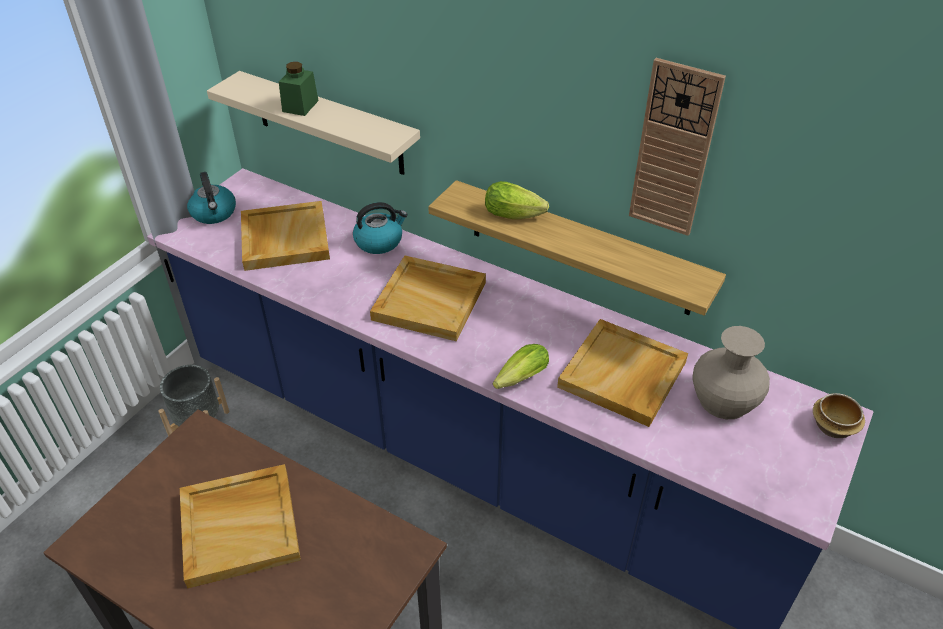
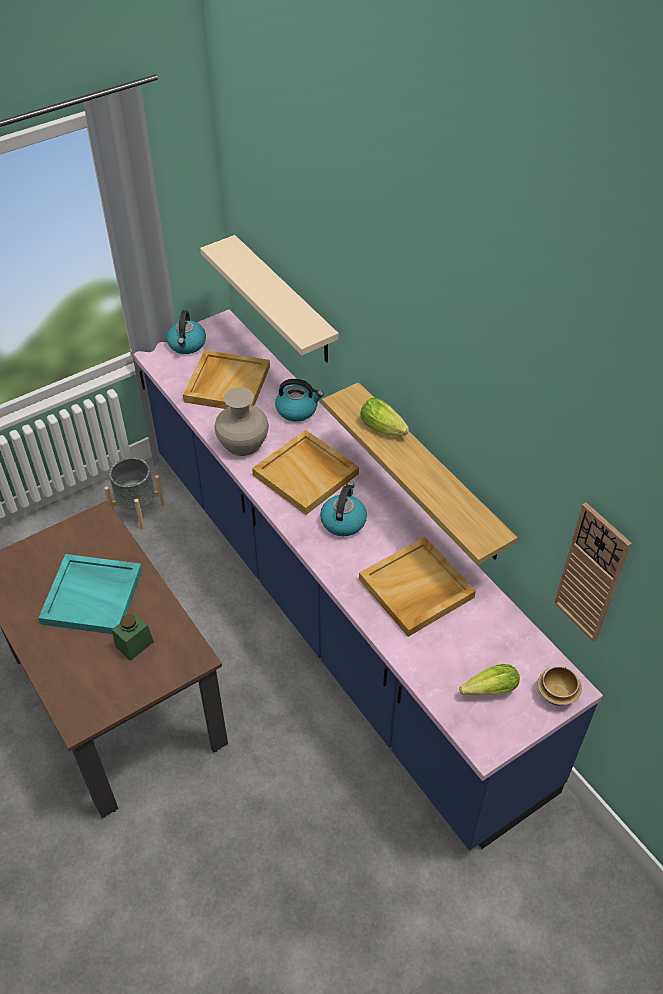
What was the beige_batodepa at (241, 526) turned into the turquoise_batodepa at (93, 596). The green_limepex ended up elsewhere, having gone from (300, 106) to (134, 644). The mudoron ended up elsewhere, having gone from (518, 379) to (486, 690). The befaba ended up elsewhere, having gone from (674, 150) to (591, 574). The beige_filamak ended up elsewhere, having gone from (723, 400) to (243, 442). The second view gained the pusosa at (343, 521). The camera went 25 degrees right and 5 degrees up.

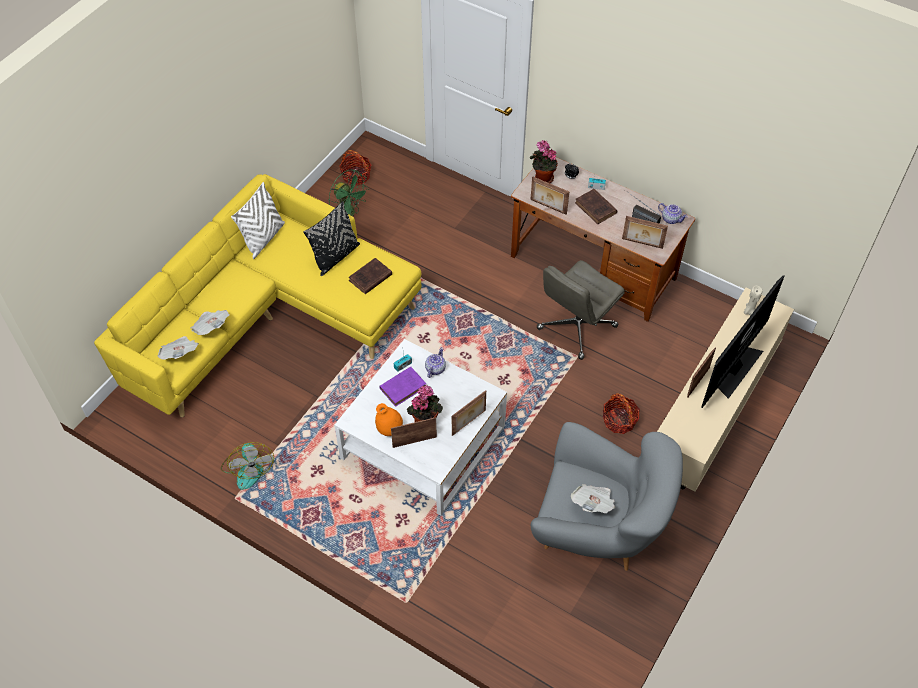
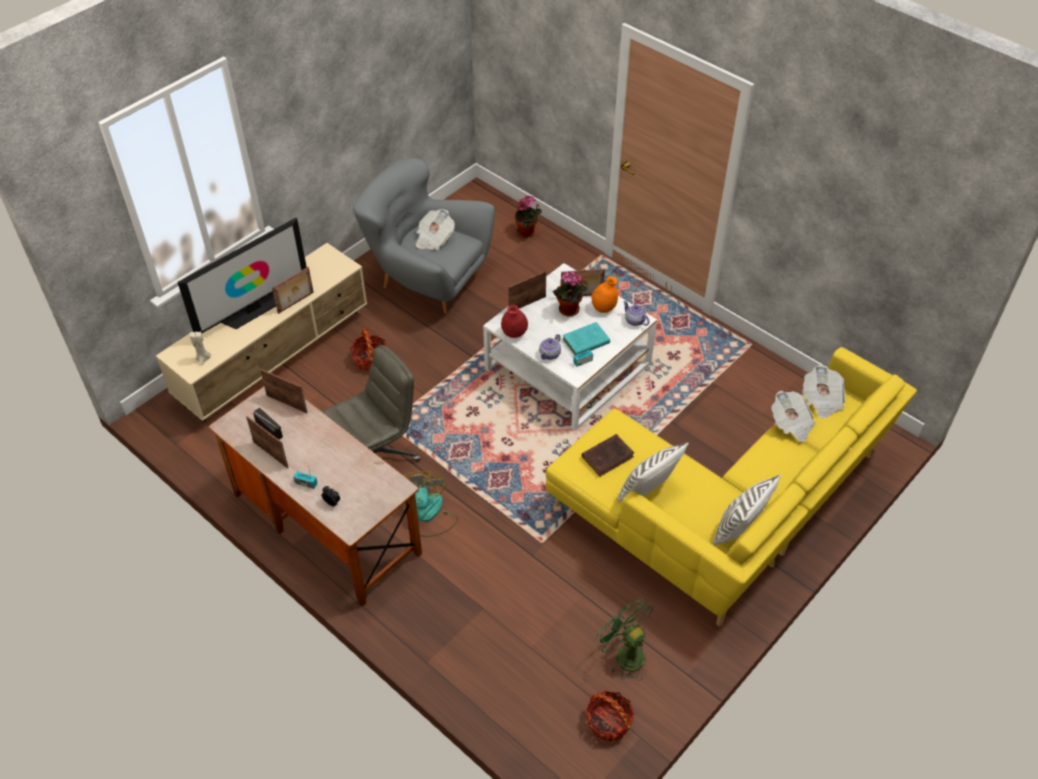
The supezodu ended up elsewhere, having gone from (248, 468) to (428, 515). What was the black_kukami at (335, 257) turned into the white_kukami at (648, 490). What was the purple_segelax at (404, 387) turned into the turquoise_segelax at (584, 342). The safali ended up elsewhere, having gone from (542, 178) to (527, 233). The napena ended up elsewhere, having gone from (548, 207) to (271, 454). The second view lost the brown_segelax at (596, 209). The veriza ended up elsewhere, having gone from (670, 219) to (635, 321). The second view gained the red_filamak at (514, 333). The camera went 170 degrees left and 5 degrees down.

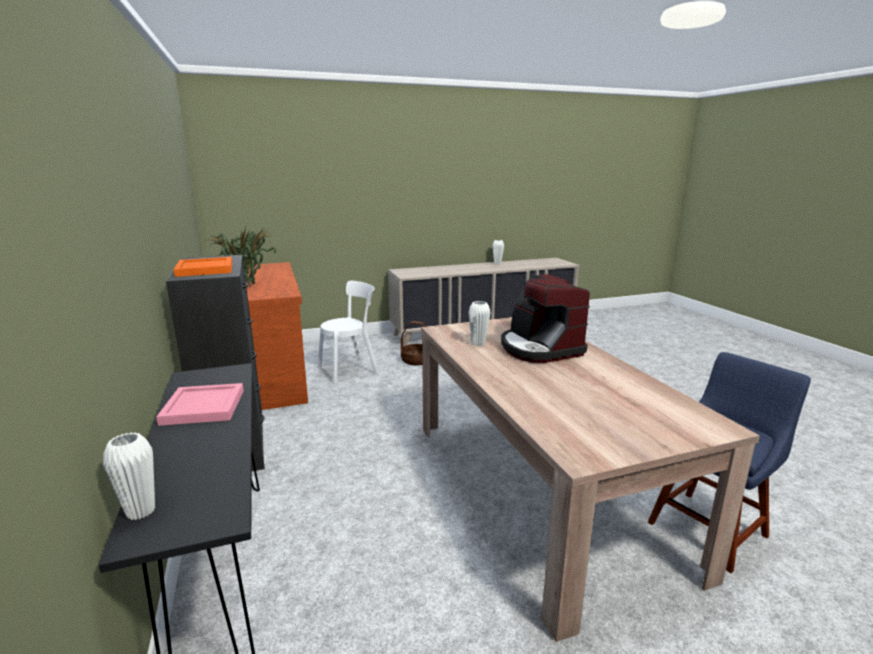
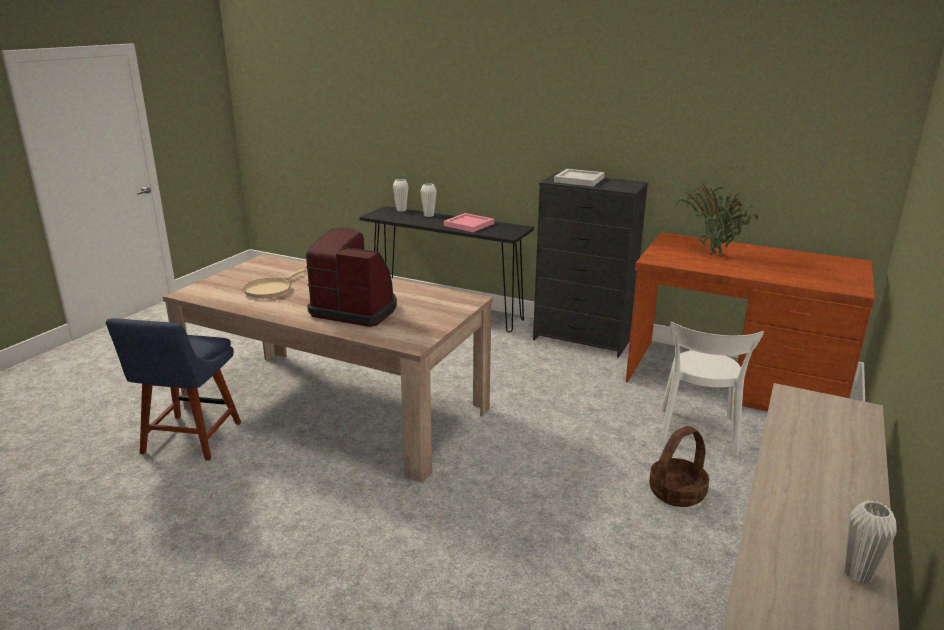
What was the orange_batodepa at (204, 270) turned into the white_batodepa at (578, 179). The white_filamak ended up elsewhere, having gone from (478, 343) to (429, 215). The second view gained the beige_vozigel at (270, 290). The camera went 135 degrees right and 5 degrees up.

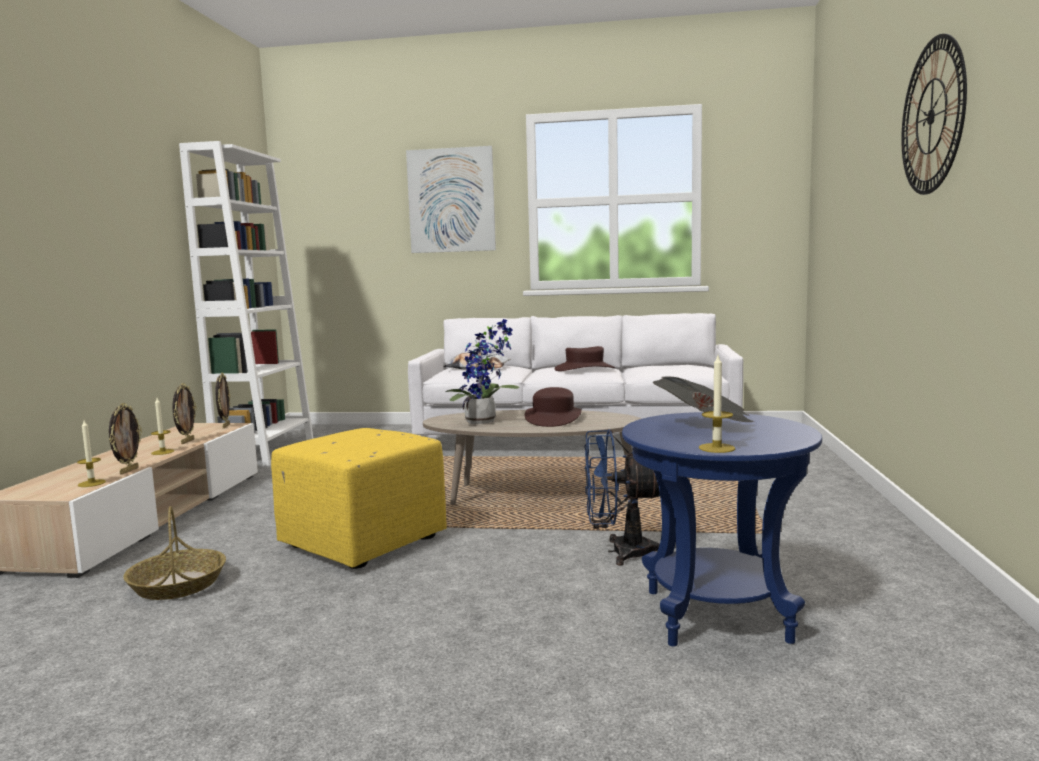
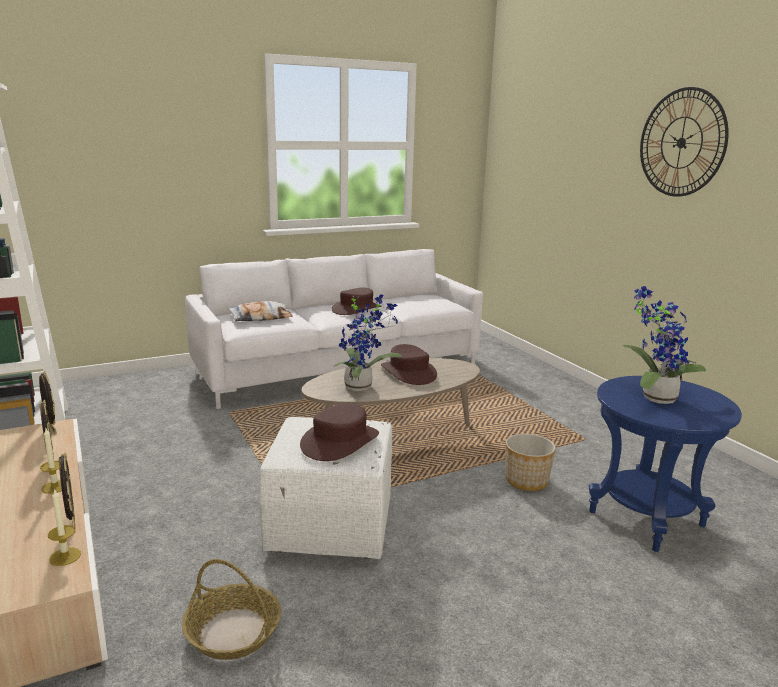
What was the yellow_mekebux at (362, 543) turned into the white_mekebux at (331, 528). The second view lost the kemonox at (451, 200). Where the blue_supezodu stood at (620, 552), the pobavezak came to stand at (527, 481). Where the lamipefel stood at (706, 427), the safali came to stand at (654, 397). The second view lost the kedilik at (716, 448). The second view gained the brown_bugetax at (340, 441). The camera went 35 degrees left and 10 degrees up.

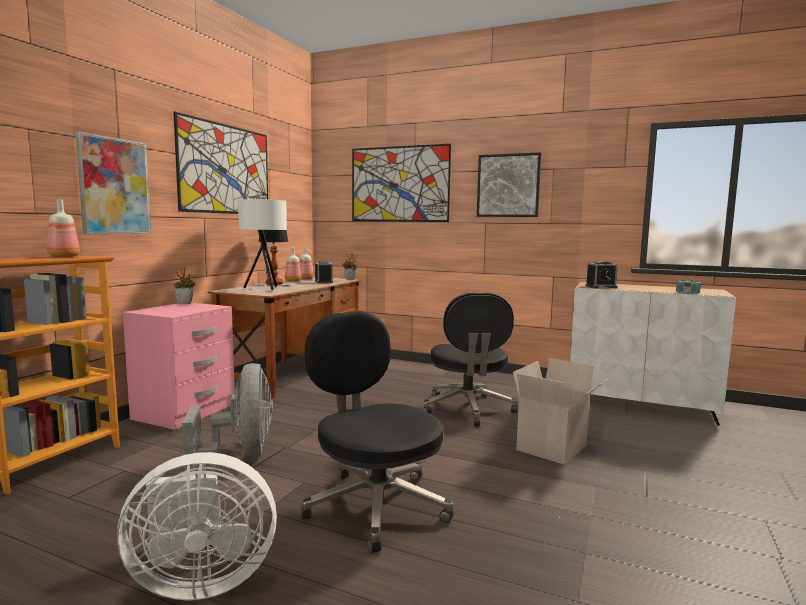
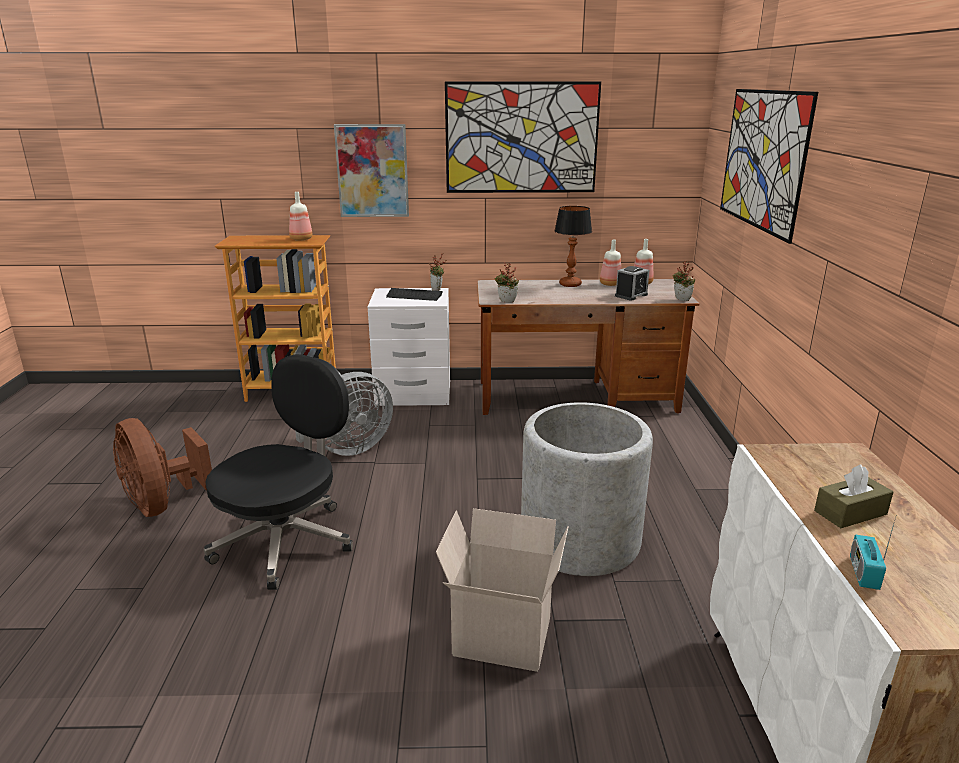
What was the white_supezodu at (200, 581) turned into the brown_supezodu at (162, 504). What was the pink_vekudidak at (185, 412) turned into the white_vekudidak at (413, 394). The second view lost the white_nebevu at (266, 288). Where the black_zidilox stood at (468, 409), the grey_pobavezak came to stand at (579, 539). The second view lost the kemonox at (508, 185). The second view lost the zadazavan at (601, 287). The second view gained the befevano at (414, 296). The second view gained the safali at (506, 302). The second view gained the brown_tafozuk at (850, 512). The camera went 65 degrees right and 15 degrees up.

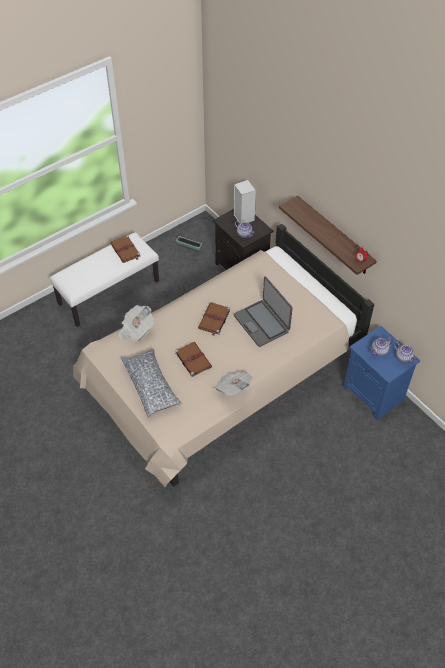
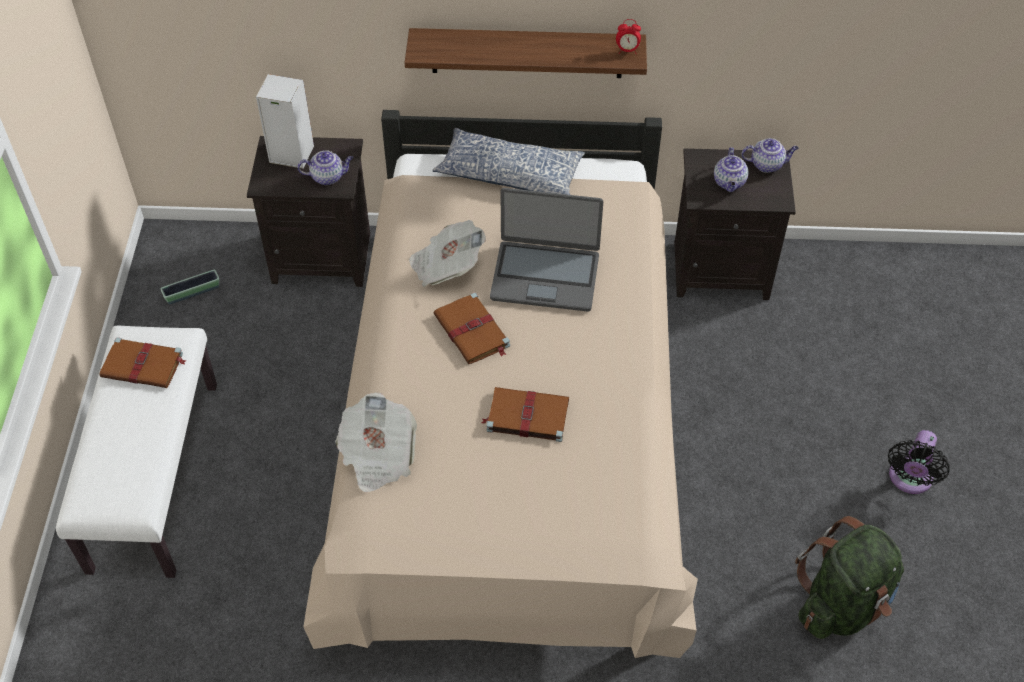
The kukami ended up elsewhere, having gone from (151, 386) to (509, 173). The lamipefel ended up elsewhere, having gone from (232, 388) to (446, 266). What was the blue_vekudidak at (374, 393) turned into the black_vekudidak at (722, 269). The second view gained the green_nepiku at (842, 603). The second view gained the black_supezodu at (909, 479). The camera went 50 degrees left and 0 degrees up.

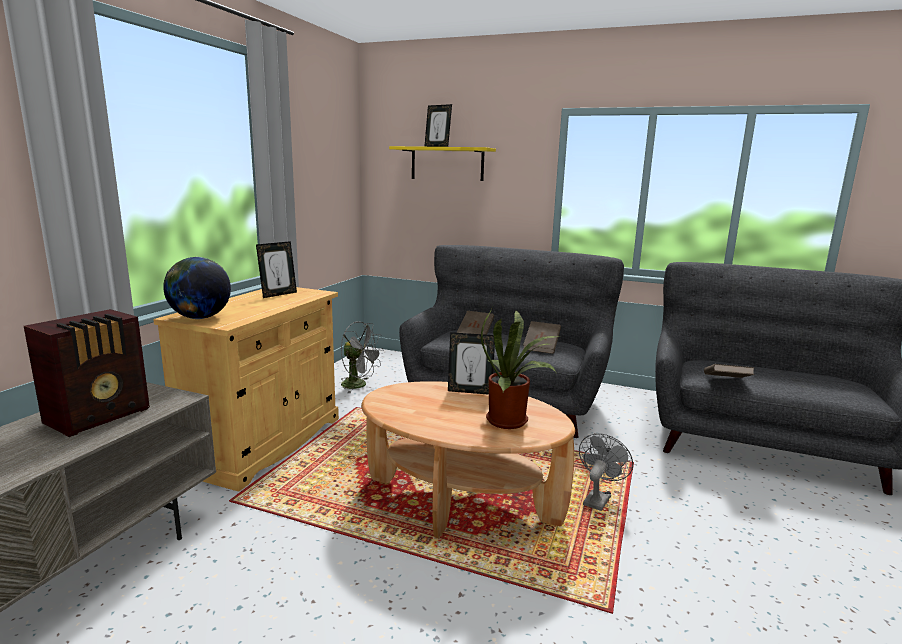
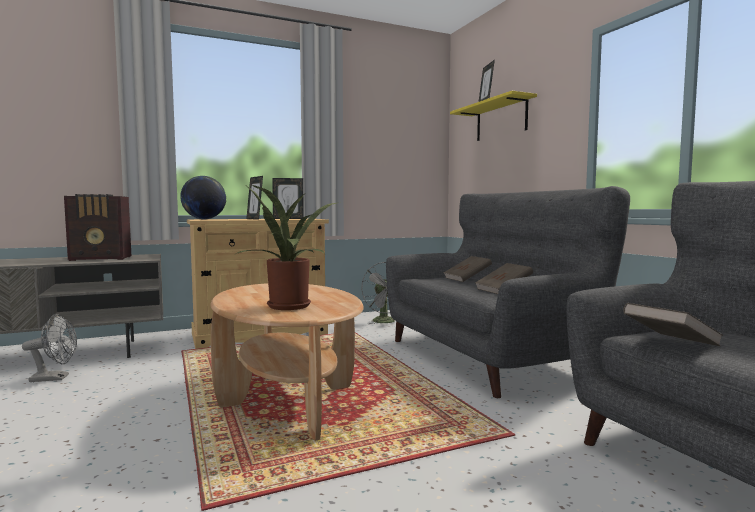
The napena ended up elsewhere, having gone from (470, 391) to (255, 219). The grey_supezodu ended up elsewhere, having gone from (598, 498) to (55, 378). The camera went 45 degrees right and 10 degrees down.

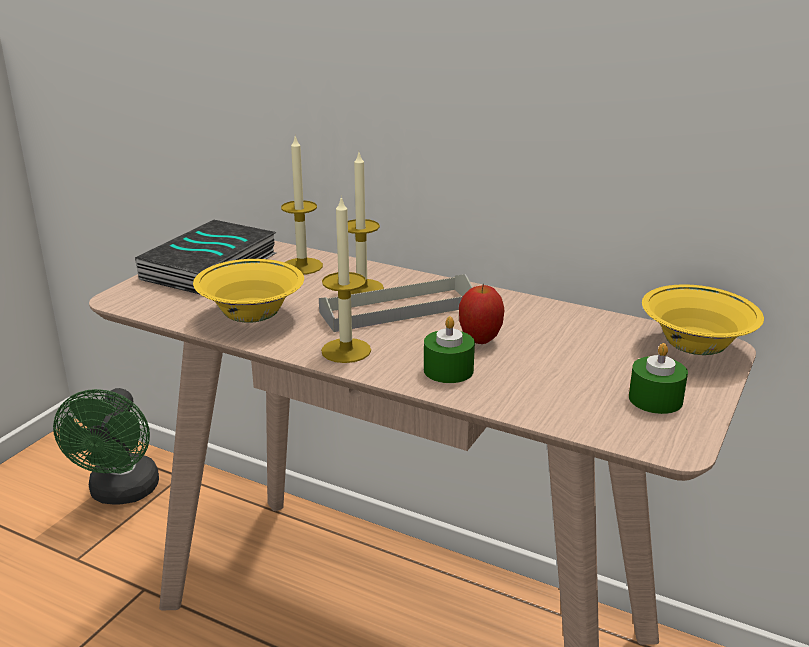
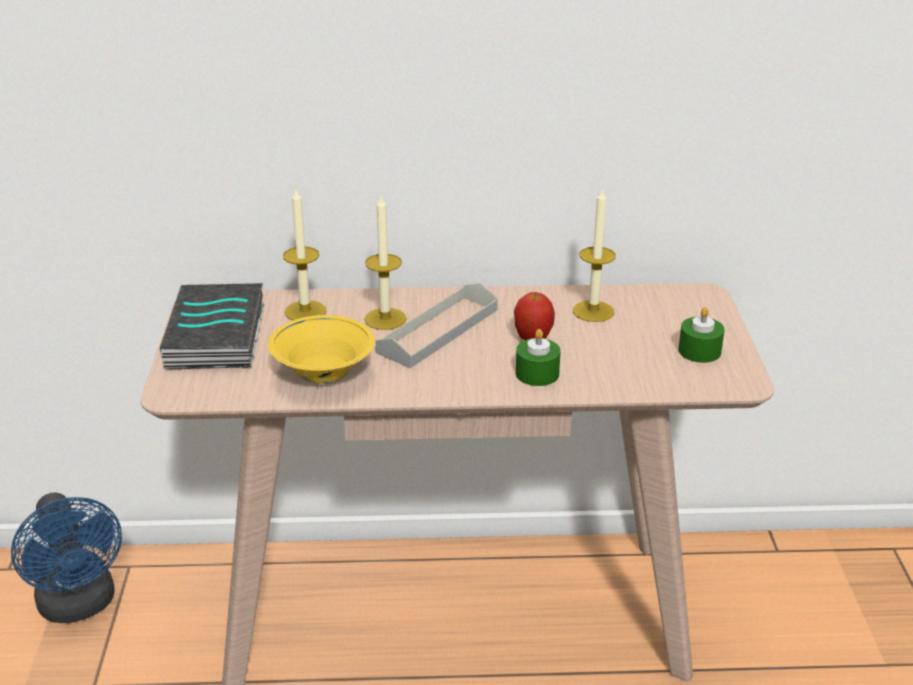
What was the green_supezodu at (122, 493) turned into the blue_supezodu at (80, 606). The kedilik ended up elsewhere, having gone from (346, 350) to (593, 311). The second view lost the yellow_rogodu at (694, 349). The camera went 30 degrees left and 5 degrees up.

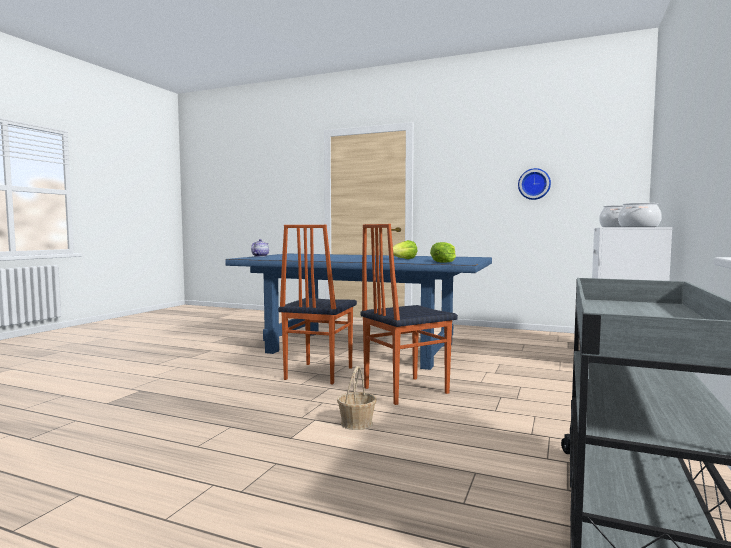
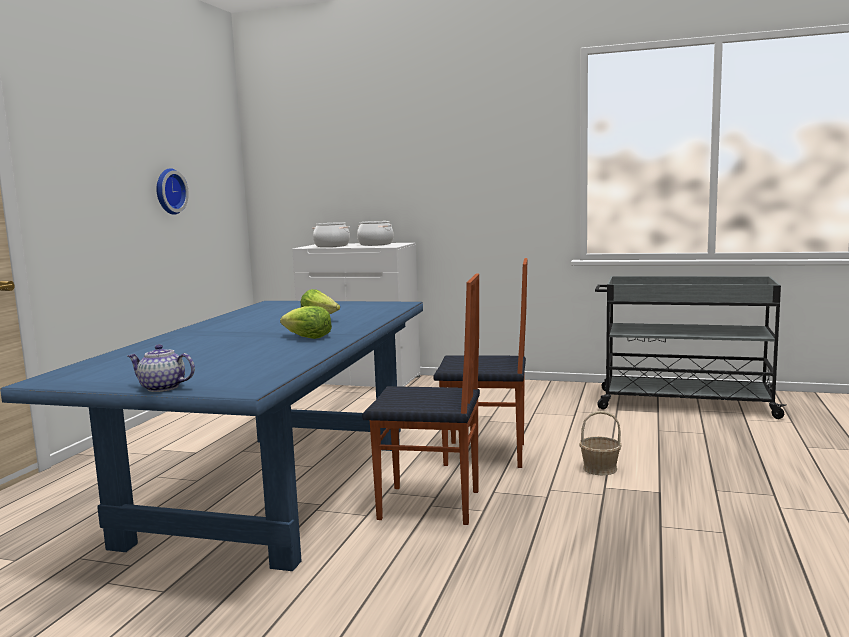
The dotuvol at (404, 390) ended up facing another way, 45 degrees counterclockwise from before. The mudoron ended up elsewhere, having gone from (443, 262) to (307, 337). The camera went 95 degrees left and 5 degrees up.

